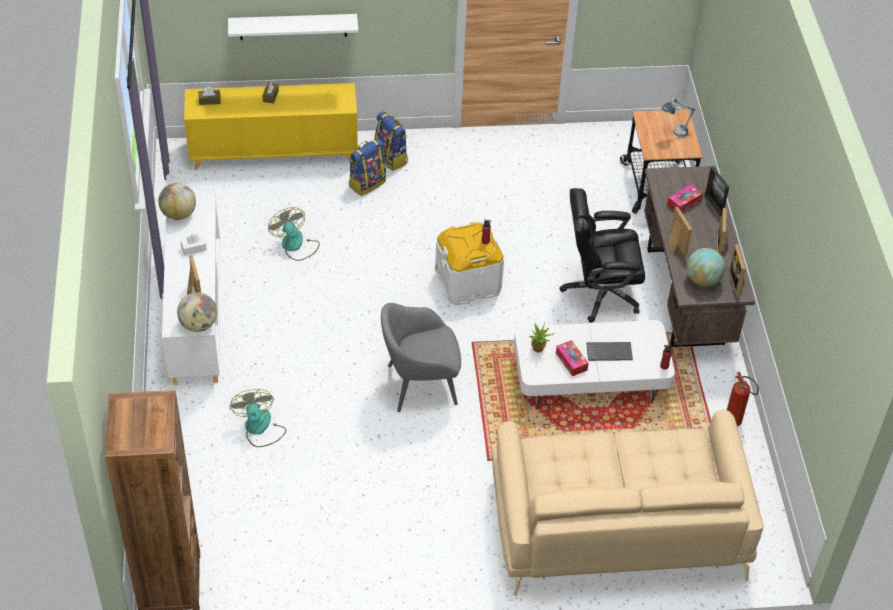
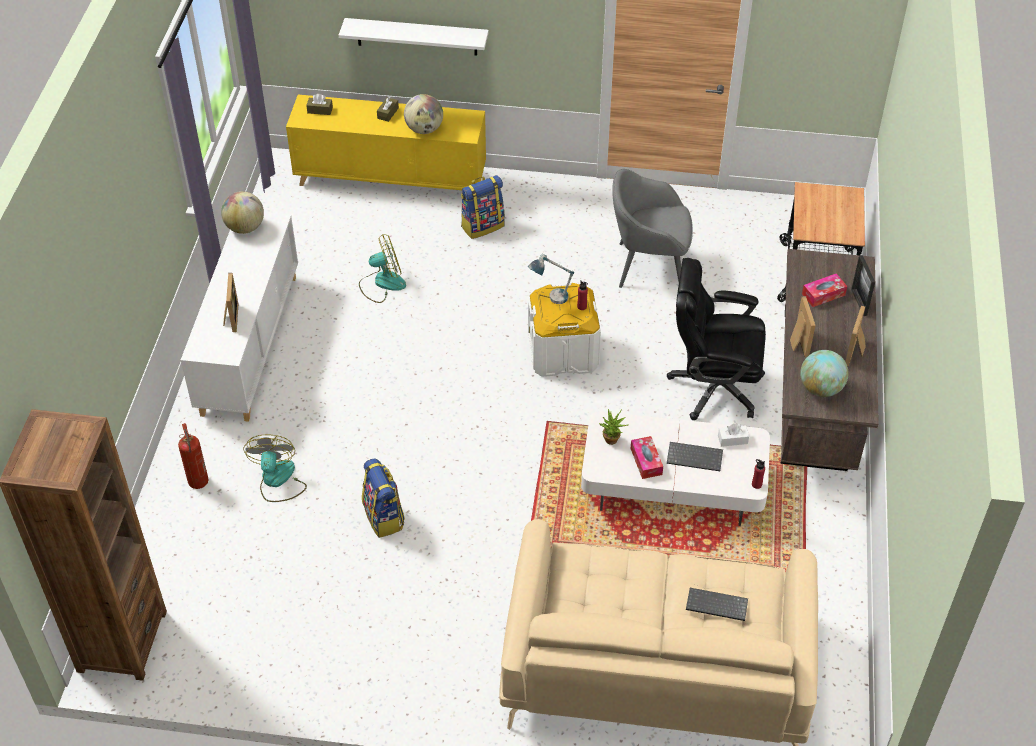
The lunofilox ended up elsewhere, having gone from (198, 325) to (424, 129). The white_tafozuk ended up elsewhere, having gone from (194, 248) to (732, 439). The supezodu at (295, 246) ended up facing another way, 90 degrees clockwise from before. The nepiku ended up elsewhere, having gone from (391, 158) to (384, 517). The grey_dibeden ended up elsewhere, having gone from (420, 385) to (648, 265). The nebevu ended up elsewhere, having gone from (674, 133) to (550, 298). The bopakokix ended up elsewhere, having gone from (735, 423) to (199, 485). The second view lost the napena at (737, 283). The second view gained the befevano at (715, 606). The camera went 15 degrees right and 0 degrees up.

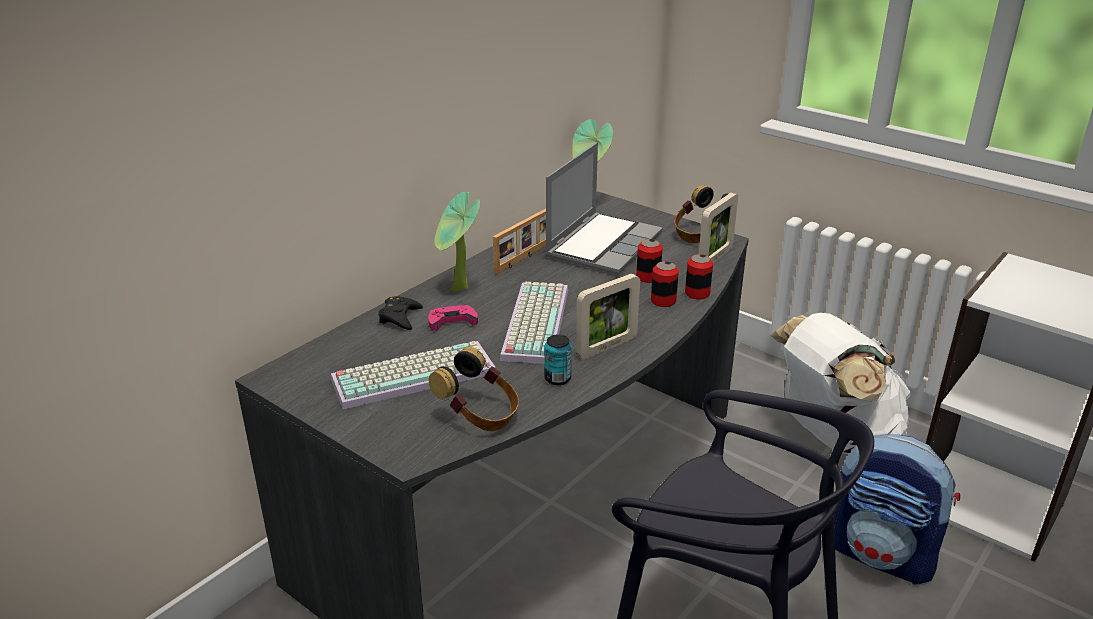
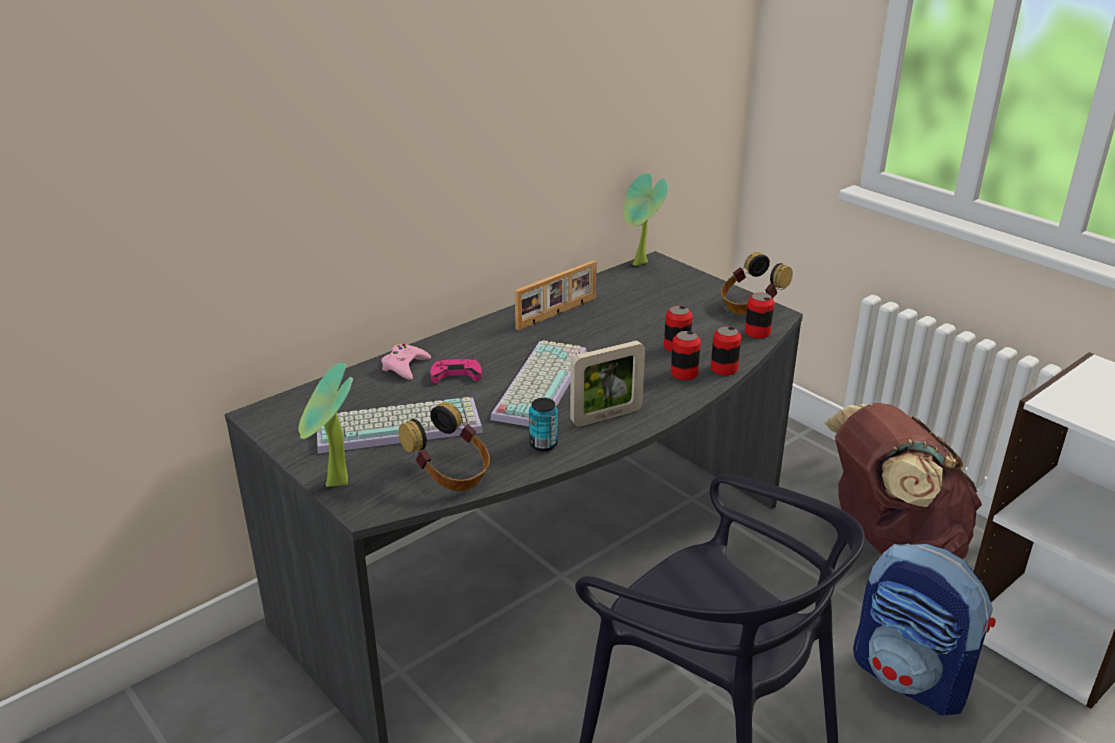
What was the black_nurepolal at (400, 317) turned into the pink_nurepolal at (405, 366). The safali ended up elsewhere, having gone from (458, 291) to (335, 486). The second view lost the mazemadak at (603, 244). Where the napena stood at (715, 258), the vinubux came to stand at (757, 332). What was the white_nepiku at (832, 436) turned into the brown_nepiku at (890, 542). The camera went 10 degrees right and 0 degrees up.

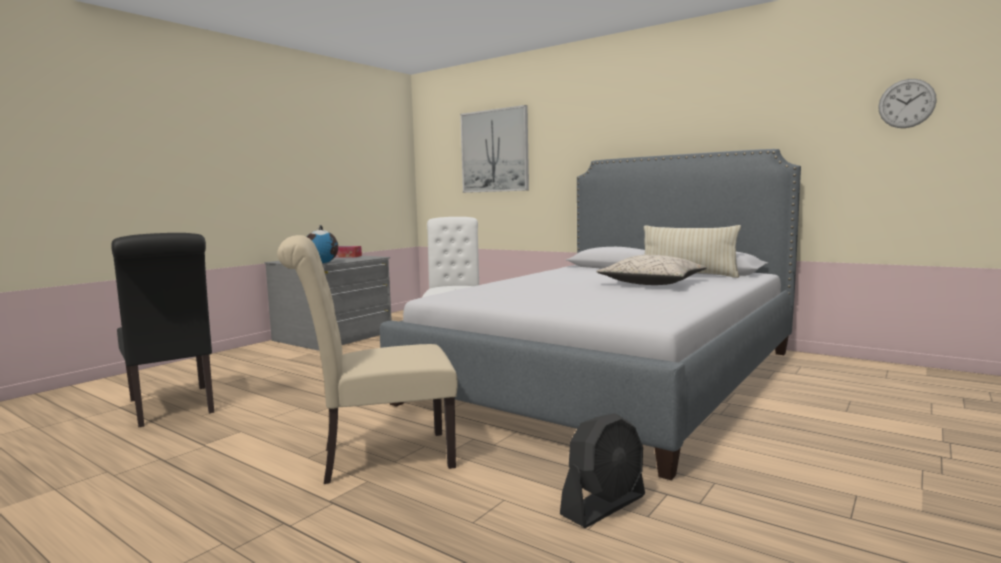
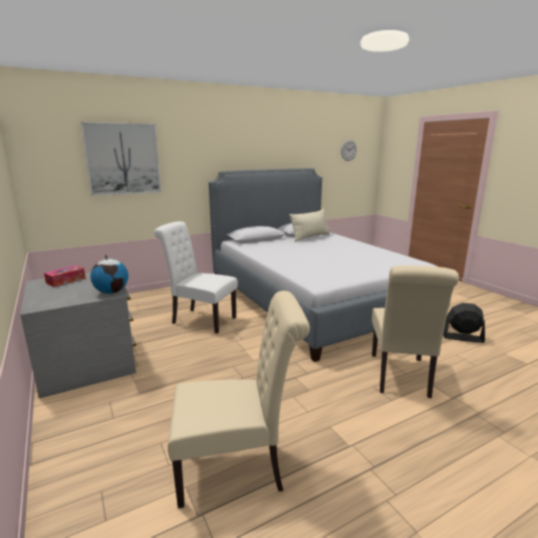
What was the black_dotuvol at (173, 407) turned into the beige_dotuvol at (238, 469). The black_supezodu at (604, 505) ended up facing another way, 60 degrees counterclockwise from before. The second view lost the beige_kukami at (652, 284). The camera went 65 degrees left and 10 degrees up.

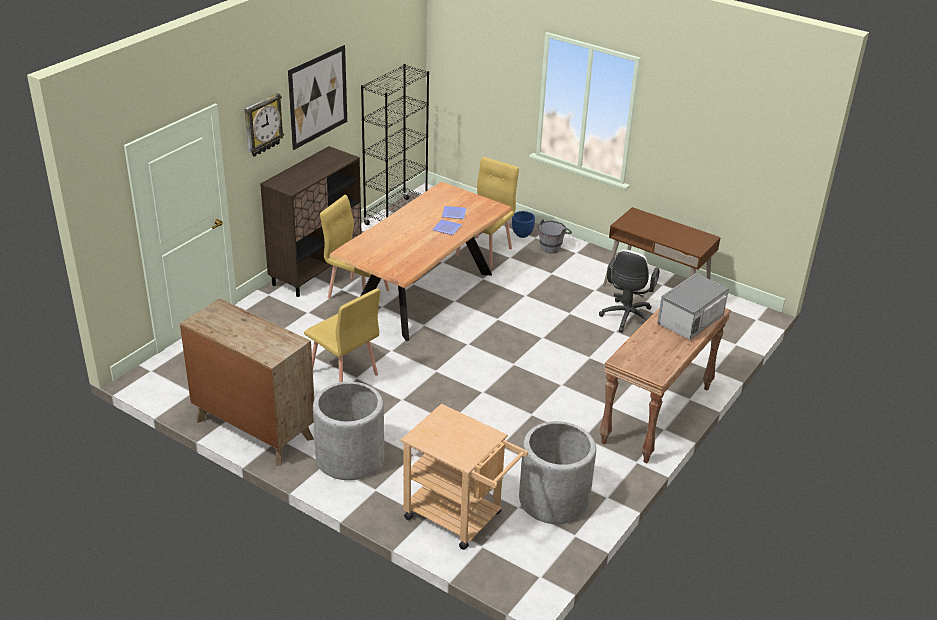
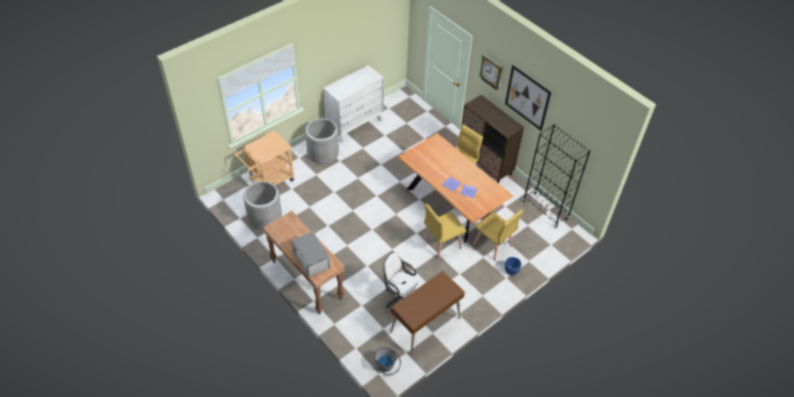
What was the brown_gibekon at (254, 429) turned into the white_gibekon at (354, 125). The yellow_dotuvol ended up elsewhere, having gone from (343, 374) to (442, 244). The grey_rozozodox ended up elsewhere, having gone from (552, 246) to (387, 368). The camera went 105 degrees right and 15 degrees up.

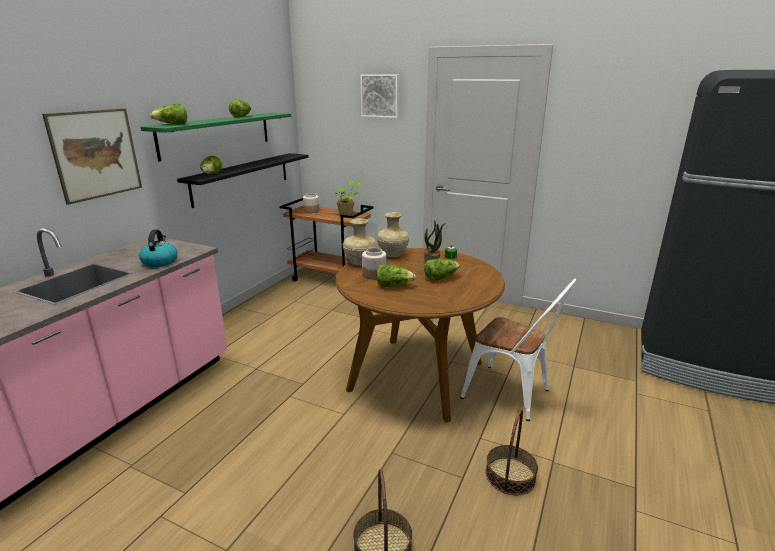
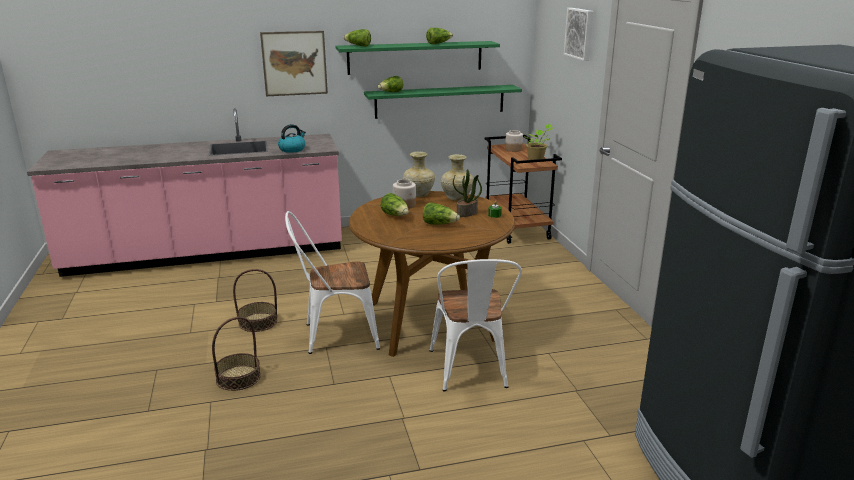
What was the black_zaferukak at (242, 178) turned into the green_zaferukak at (440, 101). The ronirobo ended up elsewhere, having gone from (510, 475) to (258, 322). The second view gained the white_dotuvol at (334, 335). The camera went 50 degrees right and 0 degrees up.

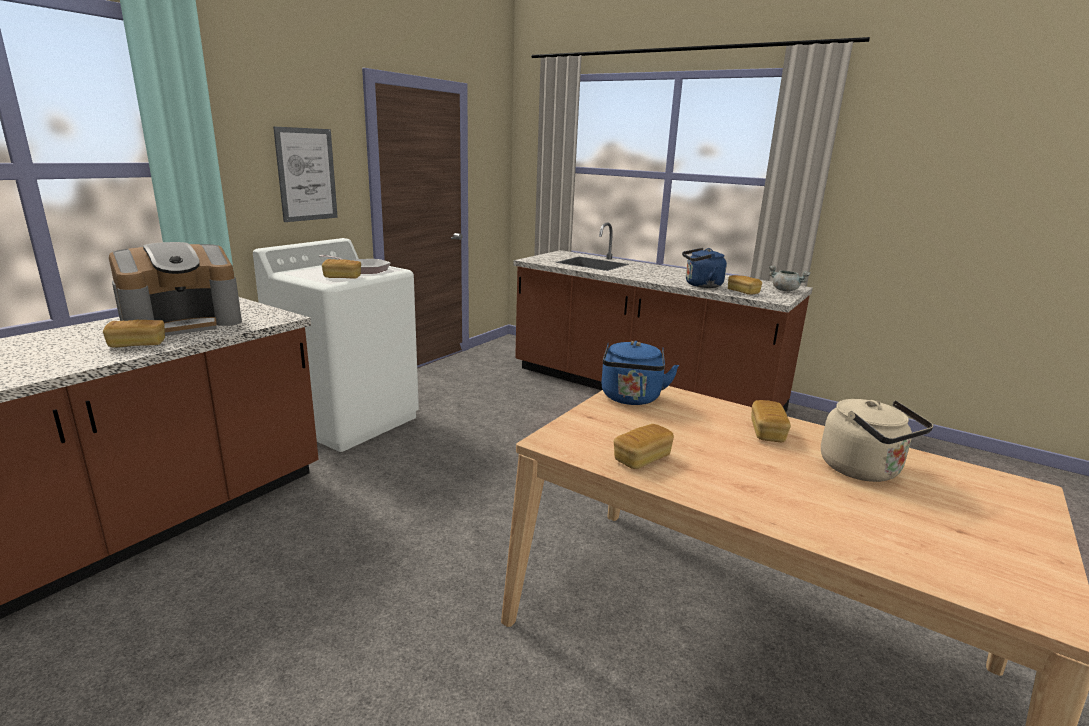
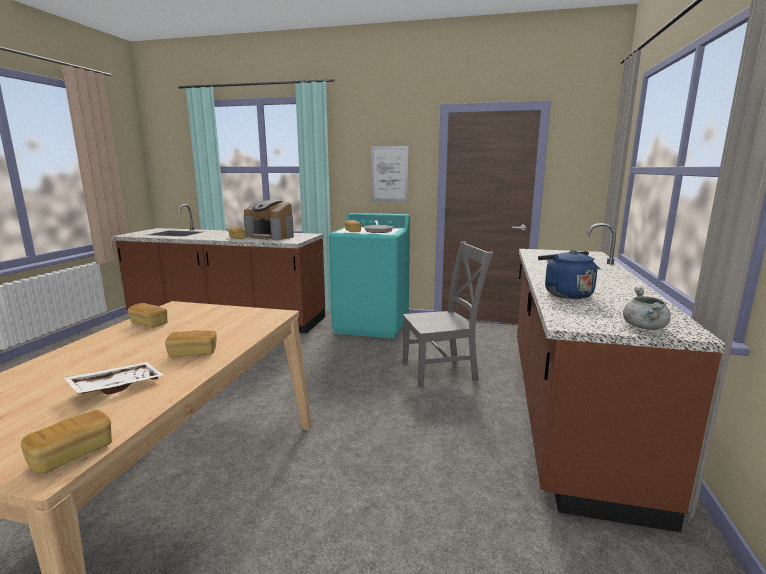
What was the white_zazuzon at (349, 419) turned into the turquoise_zazuzon at (372, 325). The second view lost the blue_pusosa at (631, 399). The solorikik ended up elsewhere, having gone from (743, 292) to (72, 455). Where the beige_pusosa stood at (864, 470), the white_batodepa came to stand at (116, 386). The second view gained the grey_dotuvol at (442, 371). The camera went 70 degrees right and 5 degrees down.

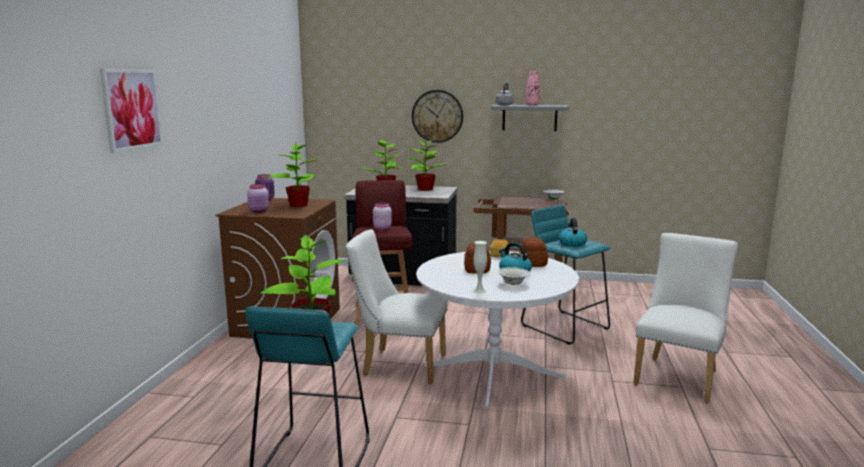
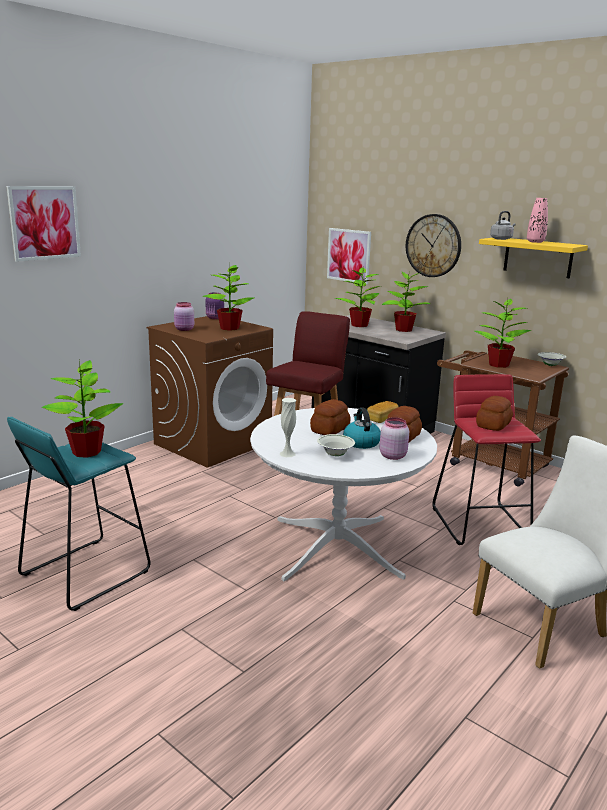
The second view lost the white_dotuvol at (398, 364). The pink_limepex ended up elsewhere, having gone from (382, 228) to (392, 455). What was the grey_zaferukak at (529, 118) turned into the yellow_zaferukak at (538, 257). What was the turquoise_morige at (564, 326) turned into the red_morige at (480, 523). Where the pusosa stood at (572, 243), the solorikik came to stand at (492, 425). The second view gained the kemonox at (349, 255). The second view gained the safali at (498, 365). The camera went 30 degrees right and 5 degrees up.

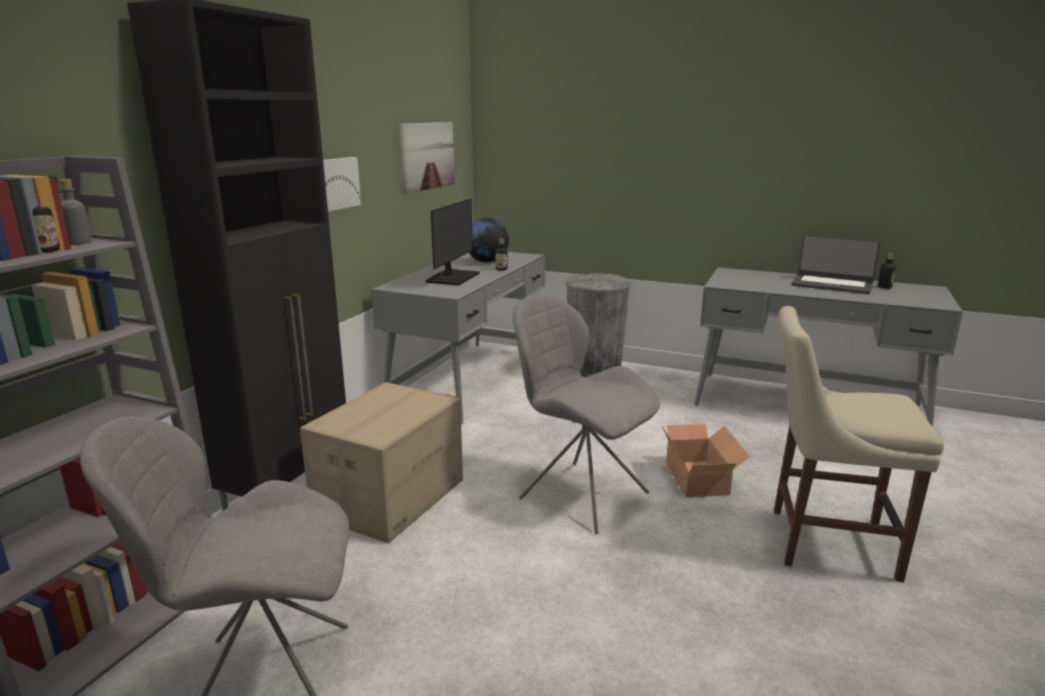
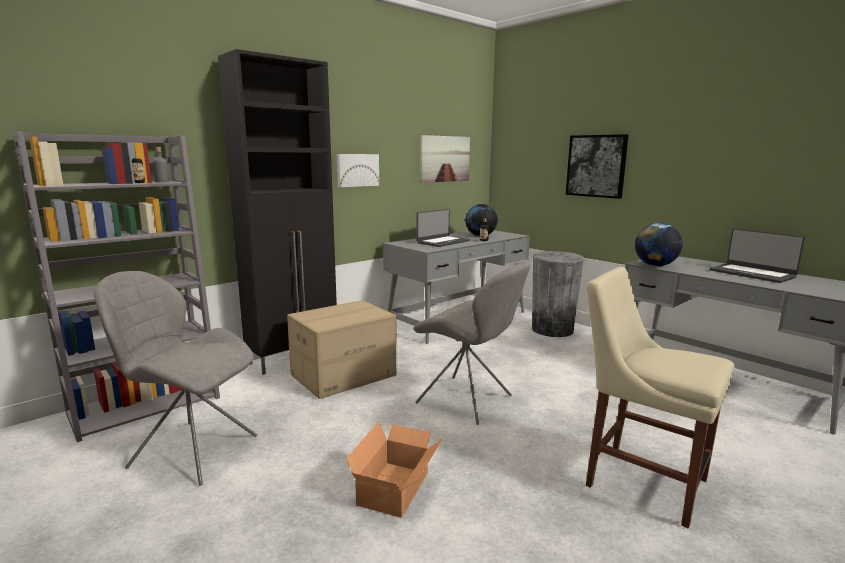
Where the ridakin stood at (452, 278), the mazemadak came to stand at (442, 242). The grey_dotuvol at (580, 494) ended up facing another way, 150 degrees clockwise from before. The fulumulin ended up elsewhere, having gone from (699, 477) to (397, 488). The second view lost the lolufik at (884, 287). The second view gained the kemonox at (596, 166). The second view gained the lunofilox at (655, 265). The camera went 25 degrees right and 5 degrees down.

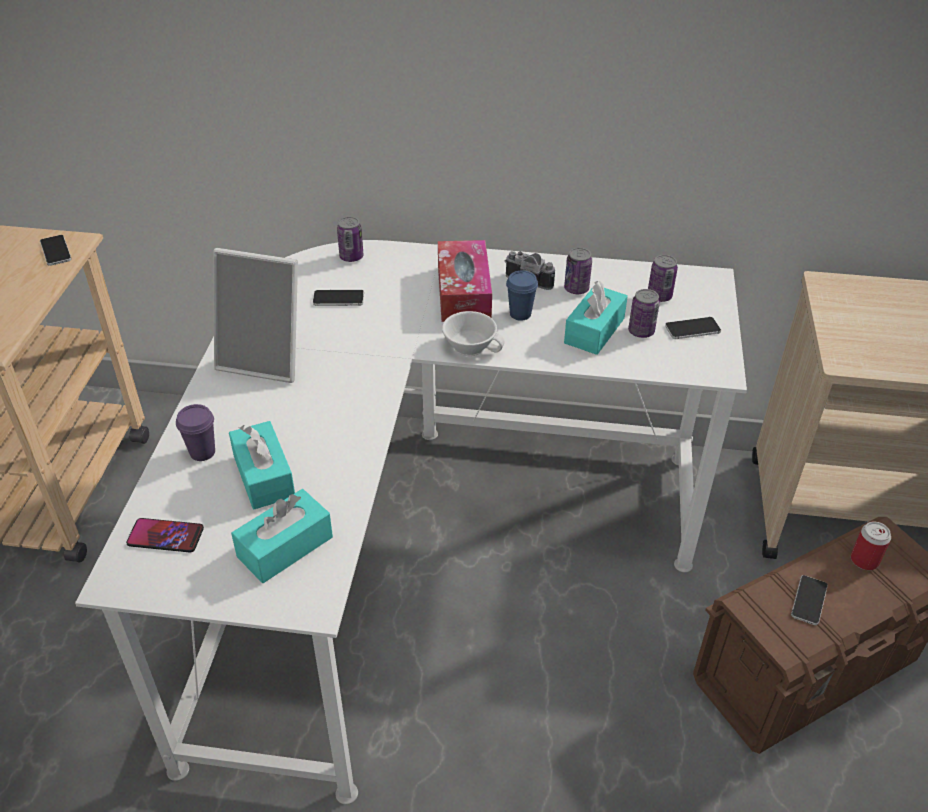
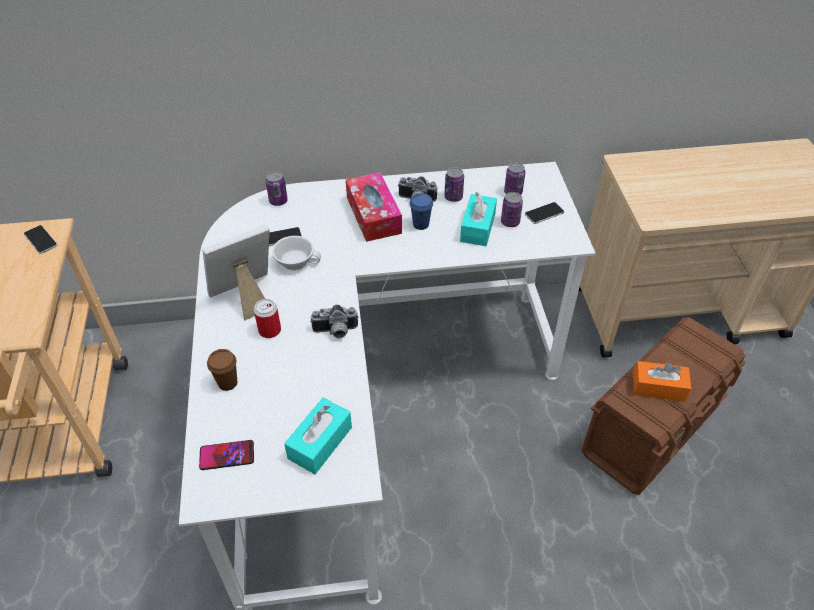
What was the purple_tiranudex at (202, 452) turned into the brown_tiranudex at (227, 383). The napena at (266, 359) ended up facing another way, 150 degrees clockwise from before. The second view lost the turquoise_tafozuk at (264, 476). The white_tiranudex ended up elsewhere, having gone from (471, 345) to (296, 261). Where the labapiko stood at (809, 600), the orange_tafozuk came to stand at (658, 387). The vinubux ended up elsewhere, having gone from (864, 560) to (270, 330). The second view gained the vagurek at (335, 332). The camera went 15 degrees left and 5 degrees up.

